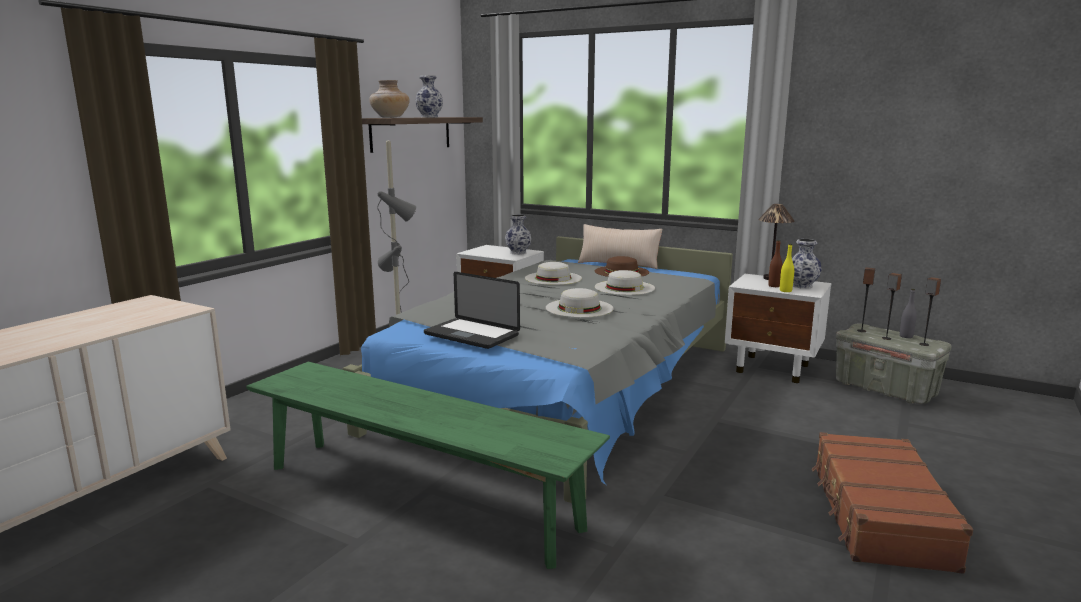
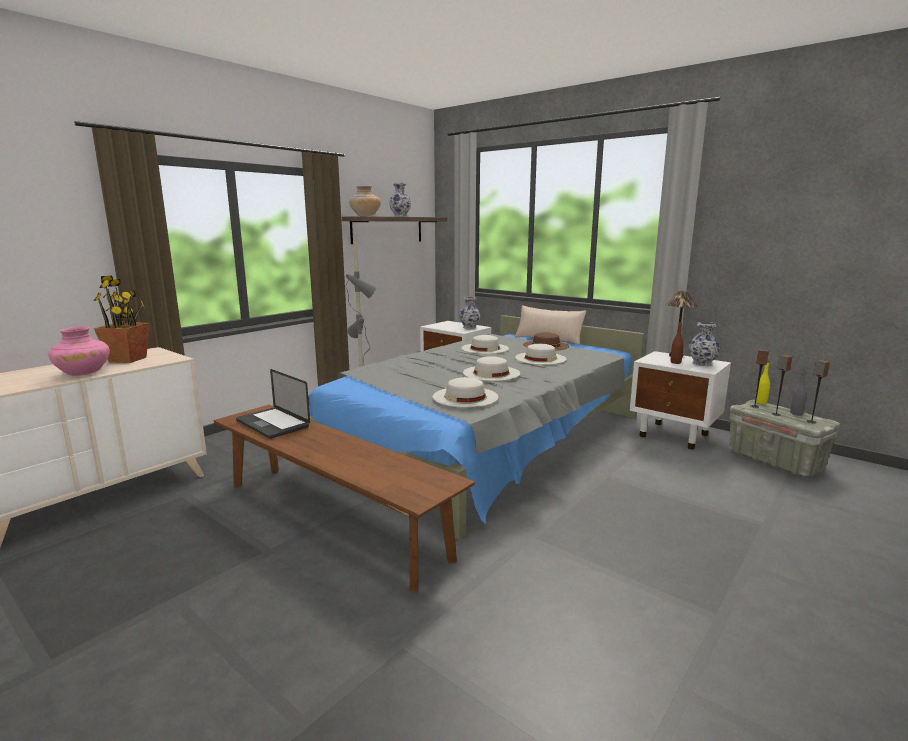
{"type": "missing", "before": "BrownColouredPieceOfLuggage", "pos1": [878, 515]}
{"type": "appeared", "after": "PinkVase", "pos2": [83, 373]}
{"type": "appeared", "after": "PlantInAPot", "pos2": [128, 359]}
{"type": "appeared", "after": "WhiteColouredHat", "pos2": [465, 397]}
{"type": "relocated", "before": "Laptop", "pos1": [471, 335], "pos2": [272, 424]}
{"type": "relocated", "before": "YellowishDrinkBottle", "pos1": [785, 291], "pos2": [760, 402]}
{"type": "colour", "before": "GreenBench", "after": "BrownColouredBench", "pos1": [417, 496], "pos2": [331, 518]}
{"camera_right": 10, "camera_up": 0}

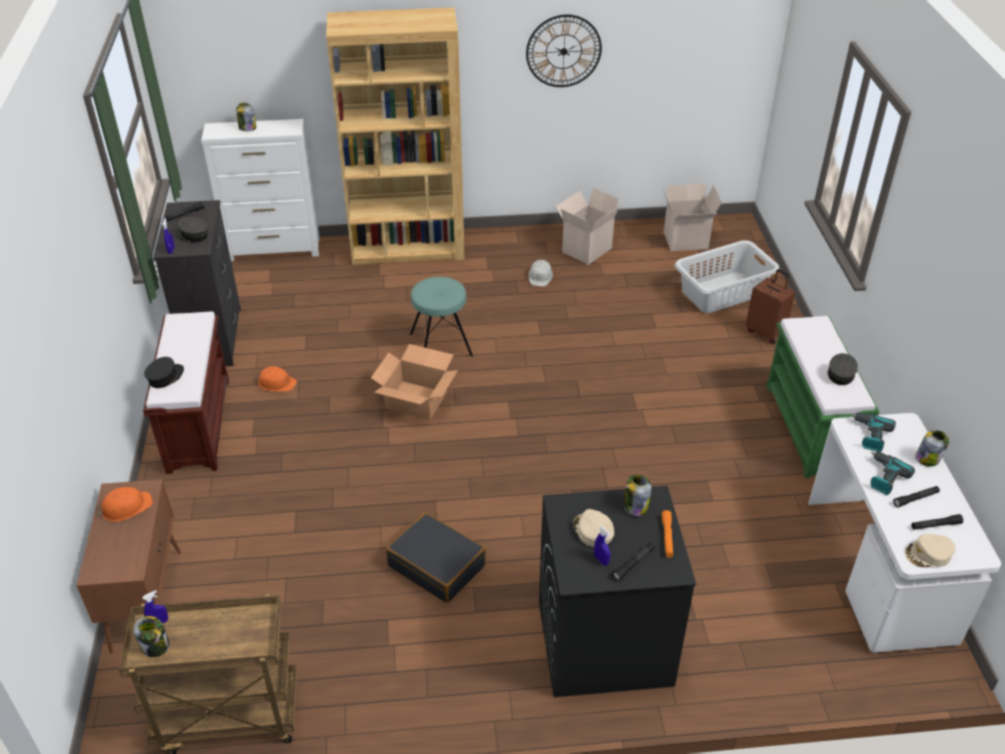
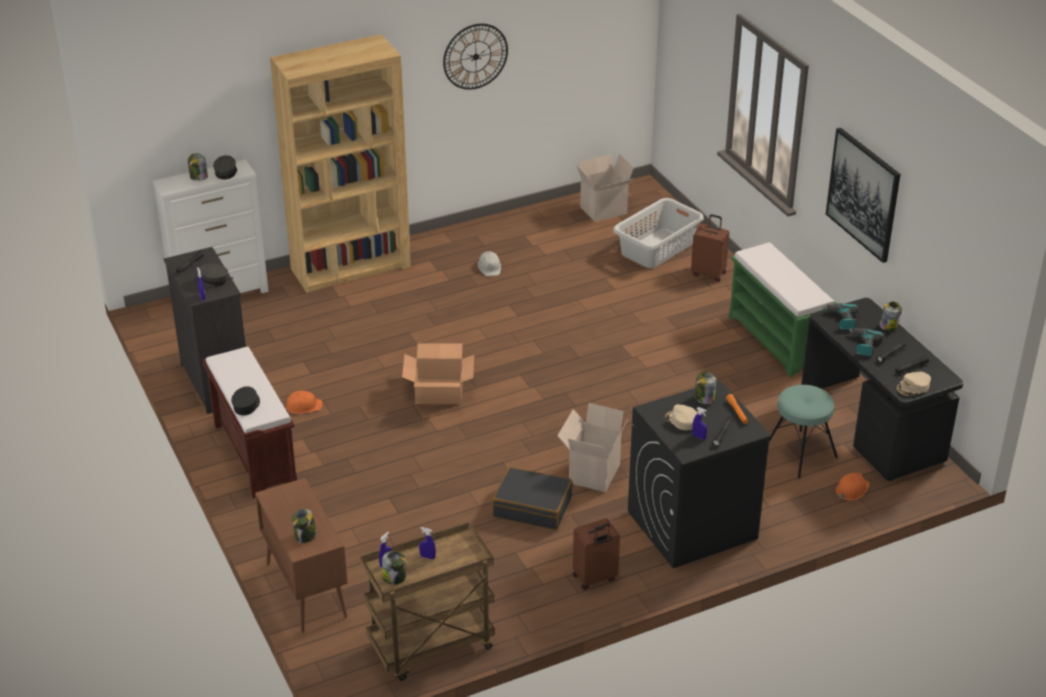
{"type": "appeared", "after": "StorageJar", "pos2": [305, 536]}
{"type": "appeared", "after": "BluishSprayer", "pos2": [427, 557]}
{"type": "appeared", "after": "BrownColouredPieceOfLuggage", "pos2": [595, 578]}
{"type": "appeared", "after": "WallPicture", "pos2": [863, 194]}
{"type": "relocated", "before": "OrangeyHardHat", "pos1": [126, 507], "pos2": [852, 489]}
{"type": "relocated", "before": "TurquoiseColouredStool", "pos1": [441, 345], "pos2": [799, 454]}
{"type": "relocated", "before": "CardboardBox", "pos1": [586, 249], "pos2": [593, 473]}
{"type": "relocated", "before": "GrayCap", "pos1": [840, 374], "pos2": [226, 172]}
{"type": "colour", "before": "WhiteColouredDeskTable", "after": "BlackColouredDeskTable", "pos1": [880, 571], "pos2": [872, 428]}
{"camera_right": -20, "camera_up": -5}

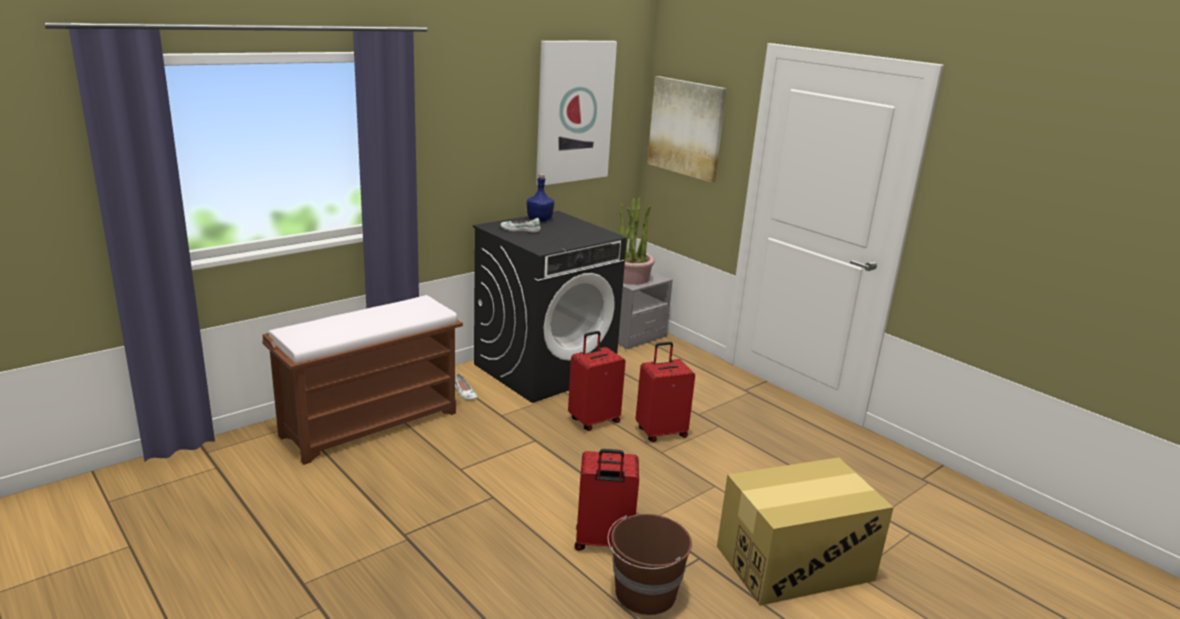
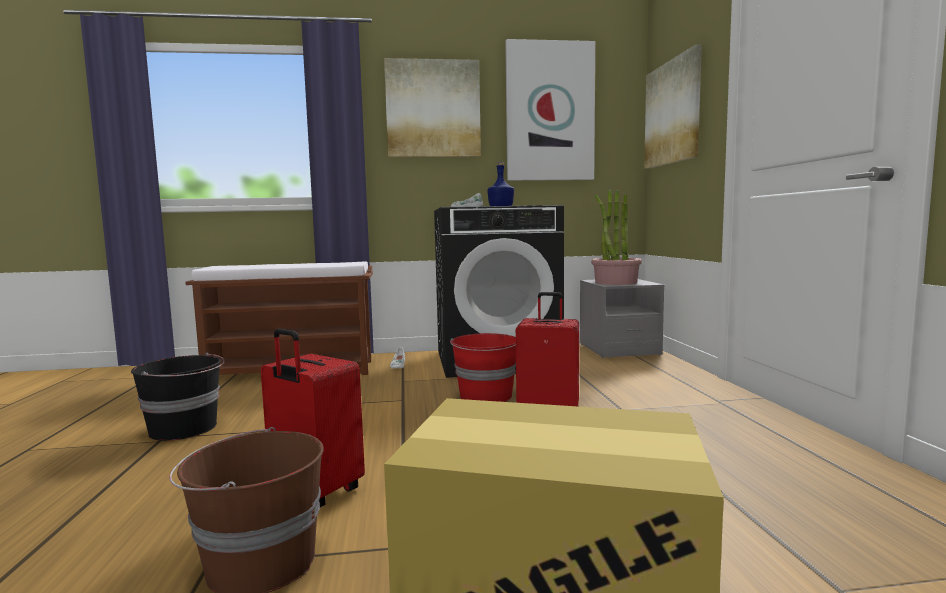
{"type": "appeared", "after": "BlackColouredWaterBucket", "pos2": [185, 428]}
{"type": "appeared", "after": "WallPicture", "pos2": [433, 109]}
{"type": "exchanged", "before": "RedPieceOfLuggage", "after": "RedWaterBucket", "pos1": [593, 420], "pos2": [486, 396]}
{"camera_right": 35, "camera_up": -15}

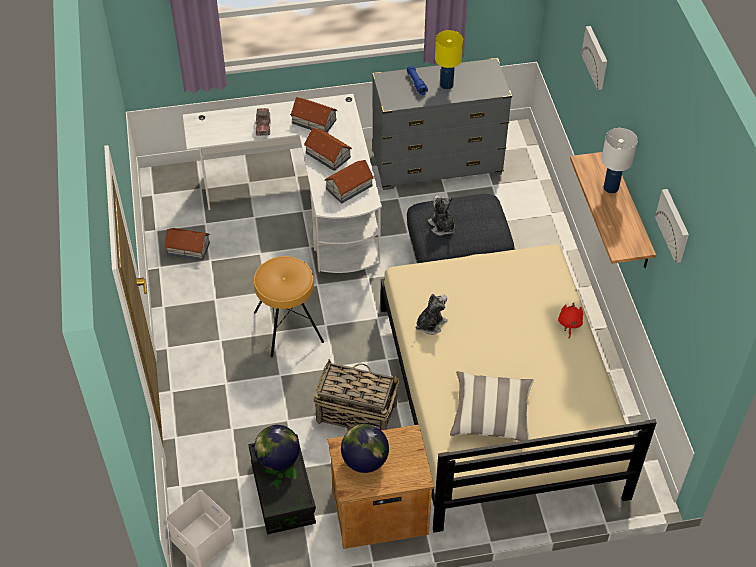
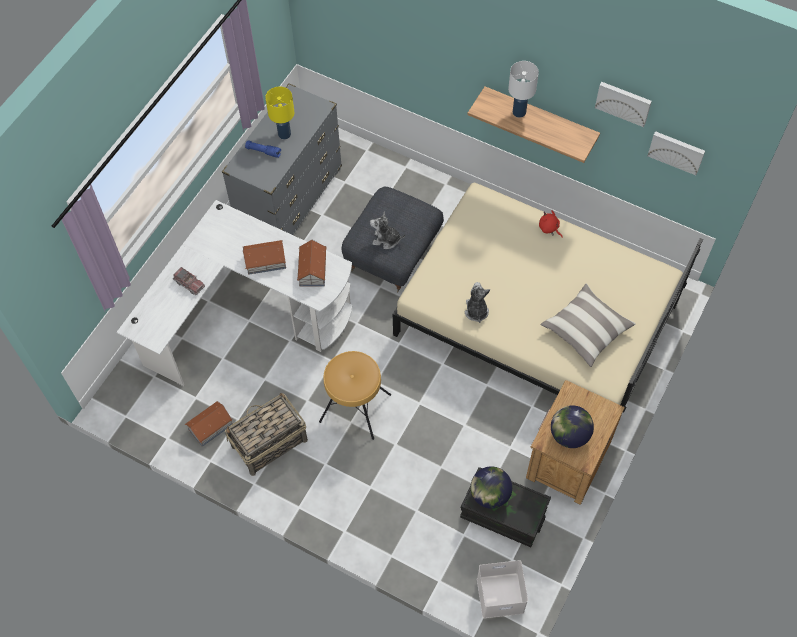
{"type": "missing", "before": "ToyHouse", "pos1": [314, 121]}
{"type": "relocated", "before": "StorageBasket", "pos1": [356, 413], "pos2": [268, 443]}
{"type": "relocated", "before": "WallPicture", "pos1": [596, 57], "pos2": [676, 151]}
{"camera_right": -50, "camera_up": 10}

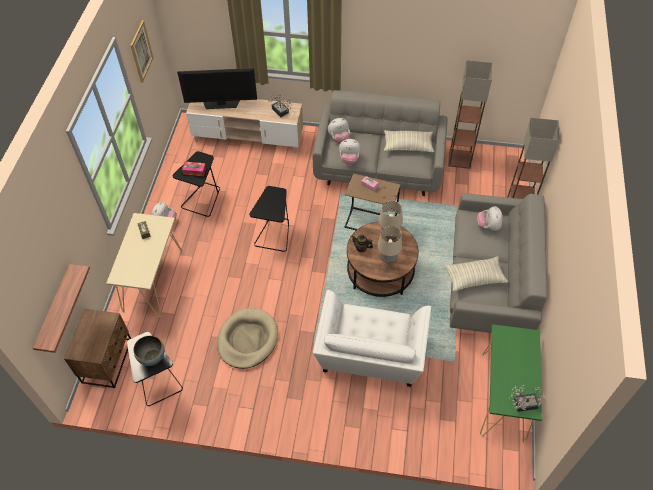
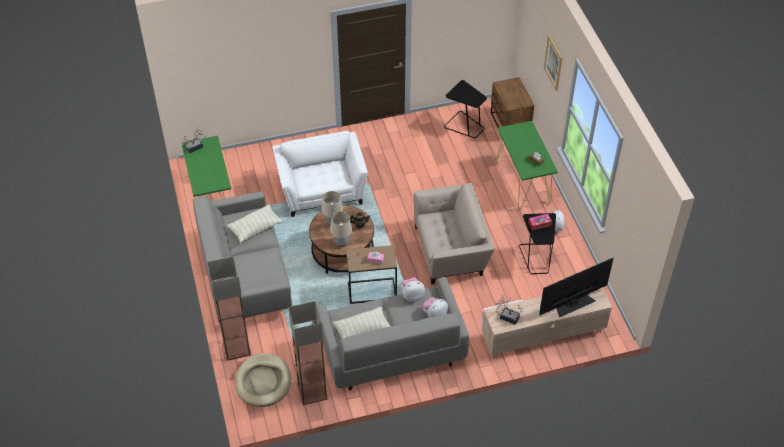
{"type": "missing", "before": "Shelf", "pos1": [55, 310]}
{"type": "missing", "before": "DeepDish", "pos1": [152, 357]}
{"type": "missing", "before": "SoftToy", "pos1": [488, 226]}
{"type": "relocated", "before": "WallPicture", "pos1": [141, 51], "pos2": [553, 63]}
{"type": "relocated", "before": "SandColouredDogBed", "pos1": [247, 339], "pos2": [263, 382]}
{"type": "exchanged", "before": "BlackColouredSideTable", "after": "SandColouredEasyChair", "pos1": [274, 234], "pos2": [451, 250]}
{"type": "colour", "before": "SandColouredHallTable", "after": "GreenHallTable", "pos1": [153, 280], "pos2": [523, 182]}
{"camera_right": 155, "camera_up": -5}

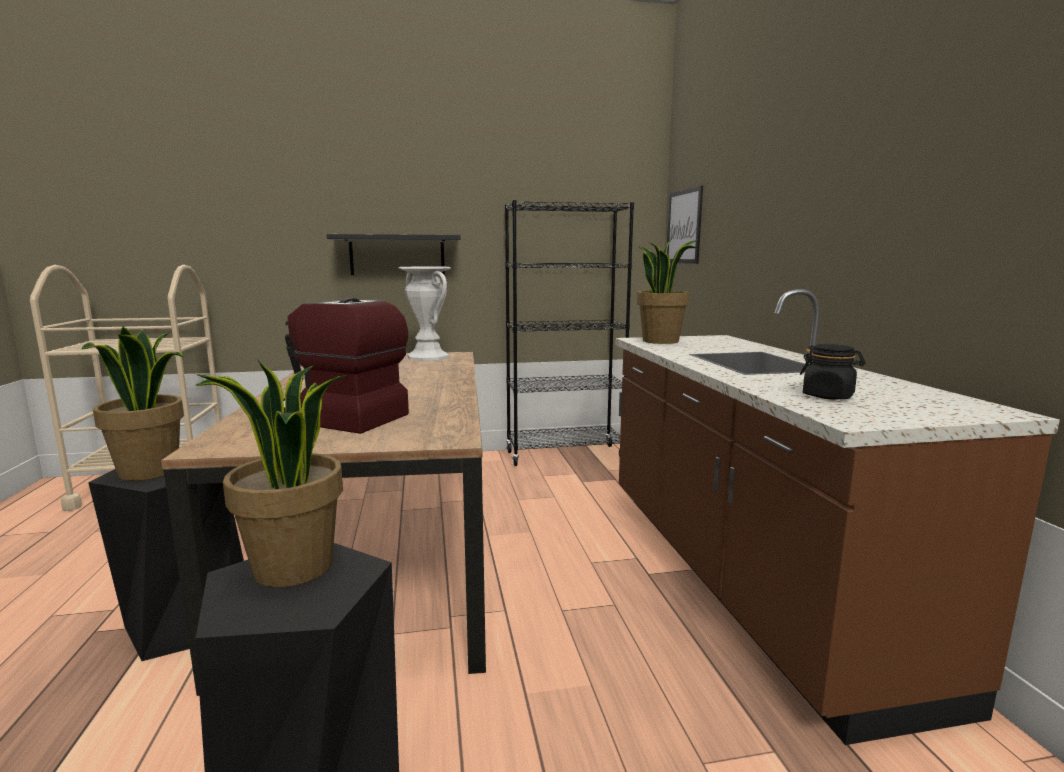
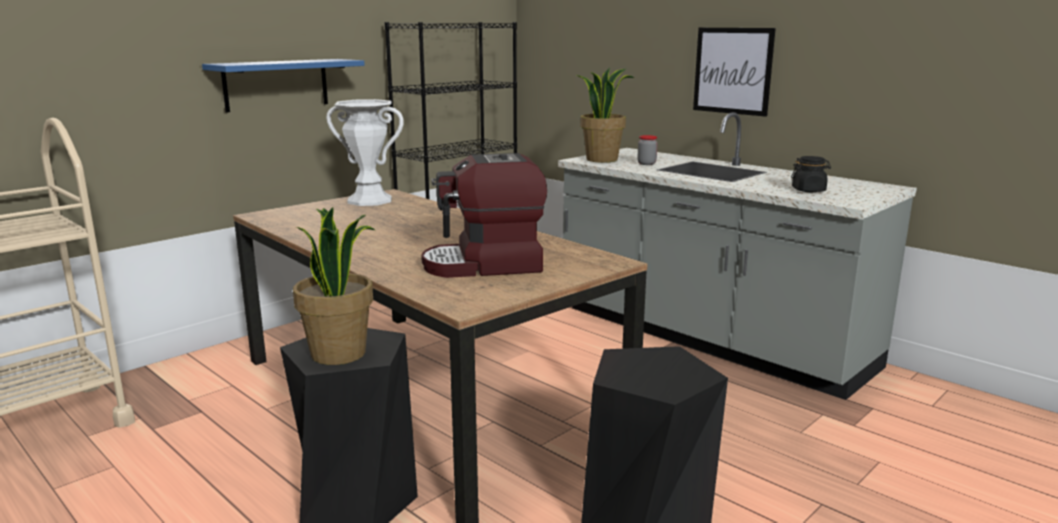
{"type": "missing", "before": "PlantInAPot", "pos1": [293, 568]}
{"type": "appeared", "after": "StorageJar", "pos2": [646, 163]}
{"type": "relocated", "before": "WallPicture", "pos1": [684, 227], "pos2": [732, 71]}
{"type": "colour", "before": "BlackColouredShelf", "after": "BluishShelf", "pos1": [397, 255], "pos2": [276, 84]}
{"type": "colour", "before": "BrownColouredKitchenBaseUnit", "after": "GrayKitchenBaseUnit", "pos1": [744, 578], "pos2": [708, 338]}
{"camera_right": -35, "camera_up": 5}

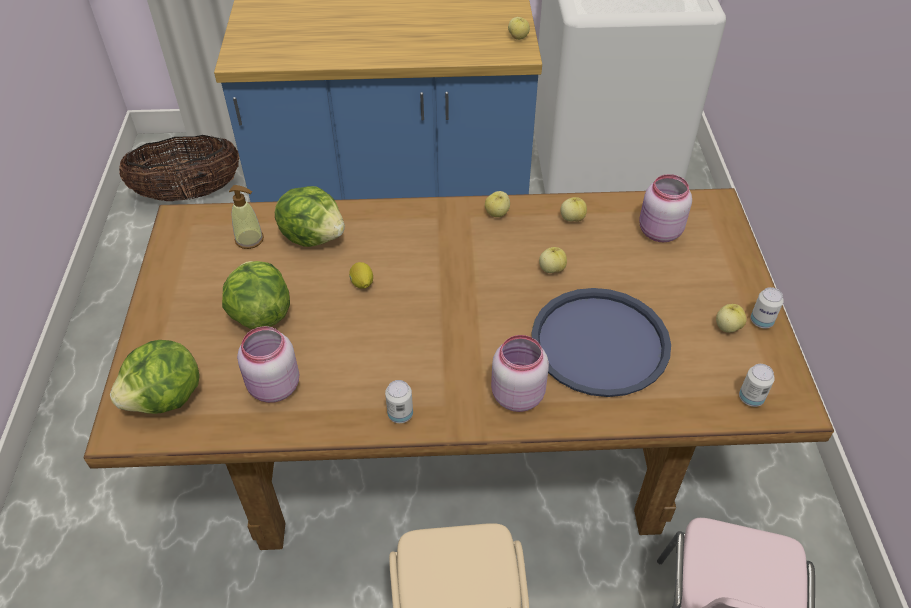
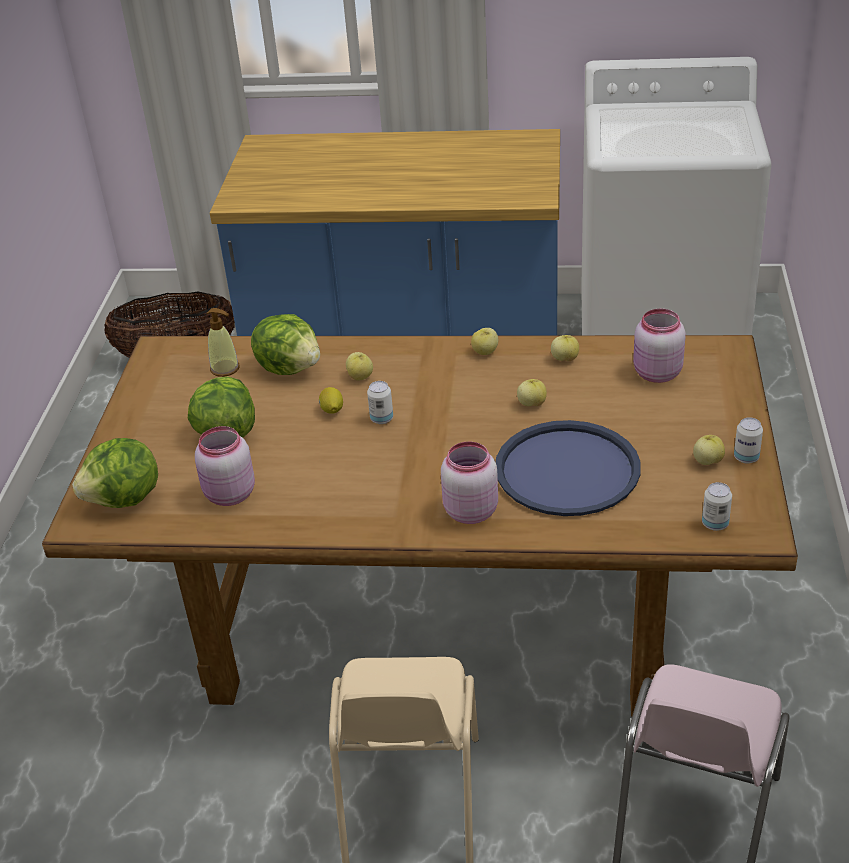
{"type": "relocated", "before": "SealedCan", "pos1": [400, 414], "pos2": [381, 419]}
{"type": "relocated", "before": "AppleFruit", "pos1": [518, 37], "pos2": [360, 377]}
{"camera_right": 10, "camera_up": -10}

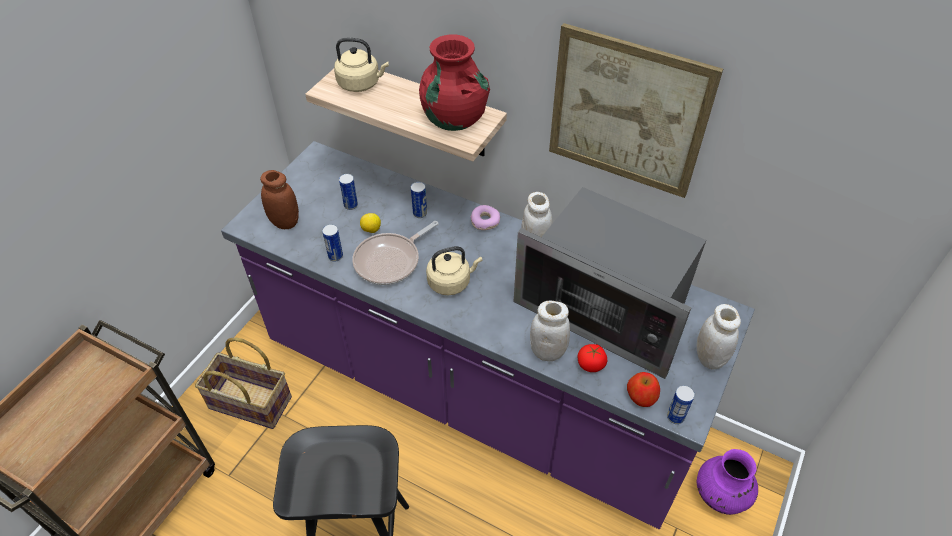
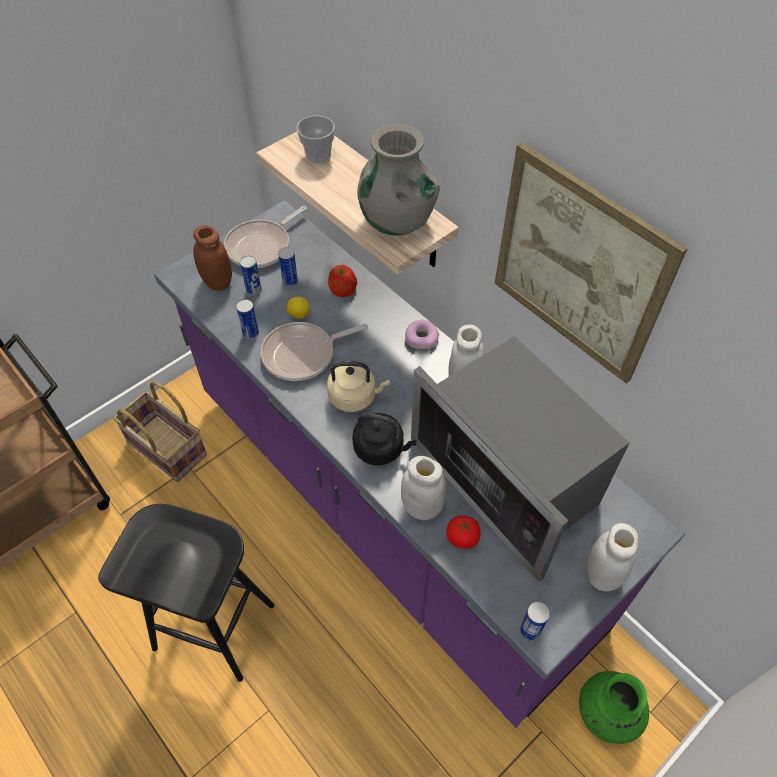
{"type": "appeared", "after": "Pan", "pos2": [262, 246]}
{"type": "appeared", "after": "BlackColouredTeaKettle", "pos2": [381, 449]}
{"type": "relocated", "before": "SealedCan", "pos1": [420, 213], "pos2": [254, 290]}
{"type": "relocated", "before": "AppleFruit", "pos1": [641, 396], "pos2": [343, 289]}
{"type": "exchanged", "before": "SandColouredTeaKettle", "after": "DrinkingCup", "pos1": [361, 84], "pos2": [318, 155]}
{"type": "colour", "before": "RedVase", "after": "GrayVase", "pos1": [454, 119], "pos2": [396, 221]}
{"type": "colour", "before": "PurpleVase", "after": "GreenVase", "pos1": [720, 496], "pos2": [606, 714]}
{"camera_right": 20, "camera_up": 5}

